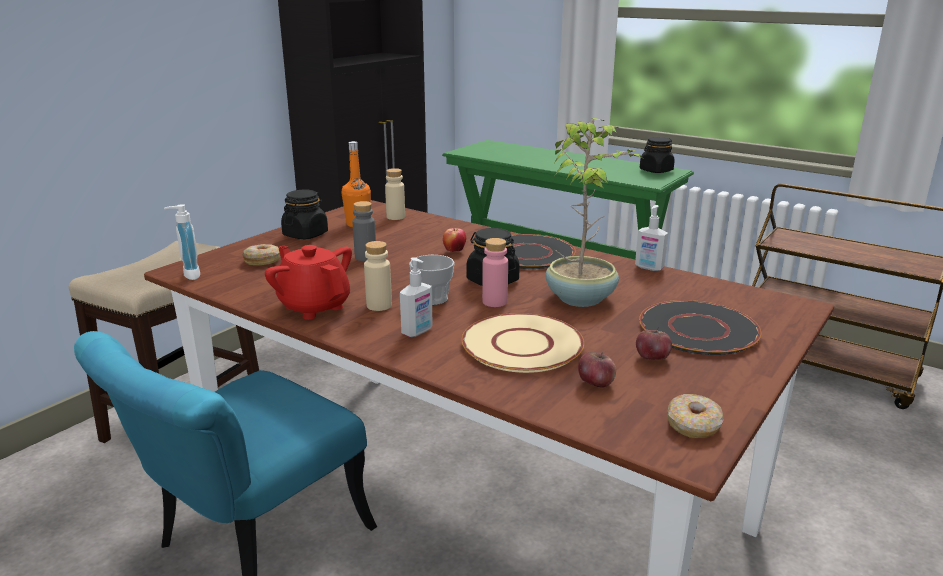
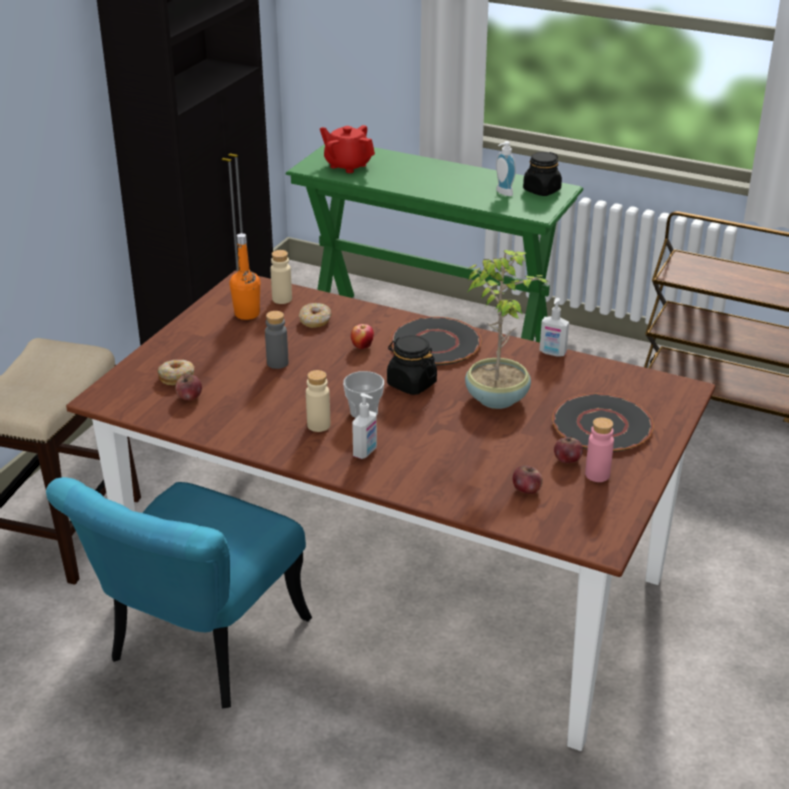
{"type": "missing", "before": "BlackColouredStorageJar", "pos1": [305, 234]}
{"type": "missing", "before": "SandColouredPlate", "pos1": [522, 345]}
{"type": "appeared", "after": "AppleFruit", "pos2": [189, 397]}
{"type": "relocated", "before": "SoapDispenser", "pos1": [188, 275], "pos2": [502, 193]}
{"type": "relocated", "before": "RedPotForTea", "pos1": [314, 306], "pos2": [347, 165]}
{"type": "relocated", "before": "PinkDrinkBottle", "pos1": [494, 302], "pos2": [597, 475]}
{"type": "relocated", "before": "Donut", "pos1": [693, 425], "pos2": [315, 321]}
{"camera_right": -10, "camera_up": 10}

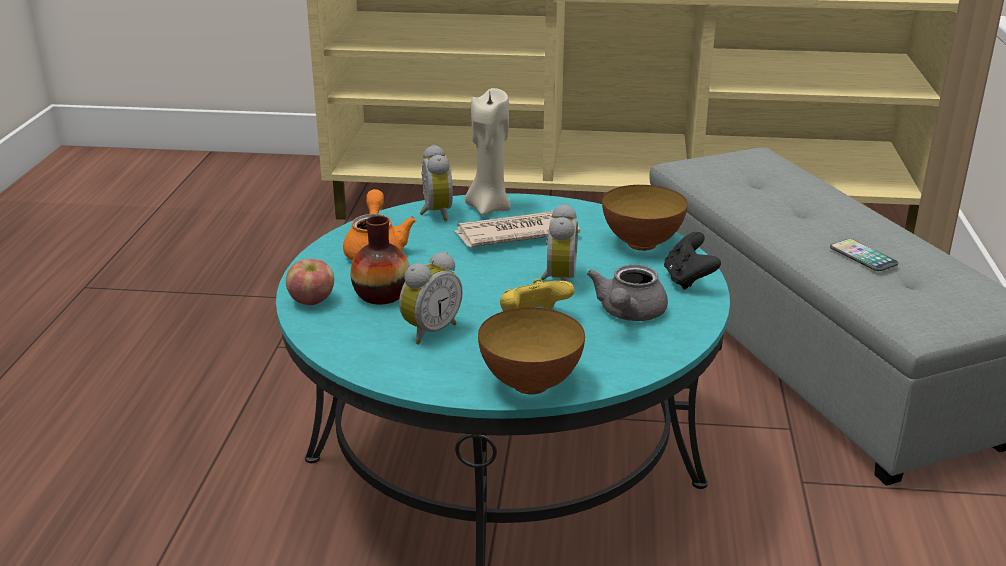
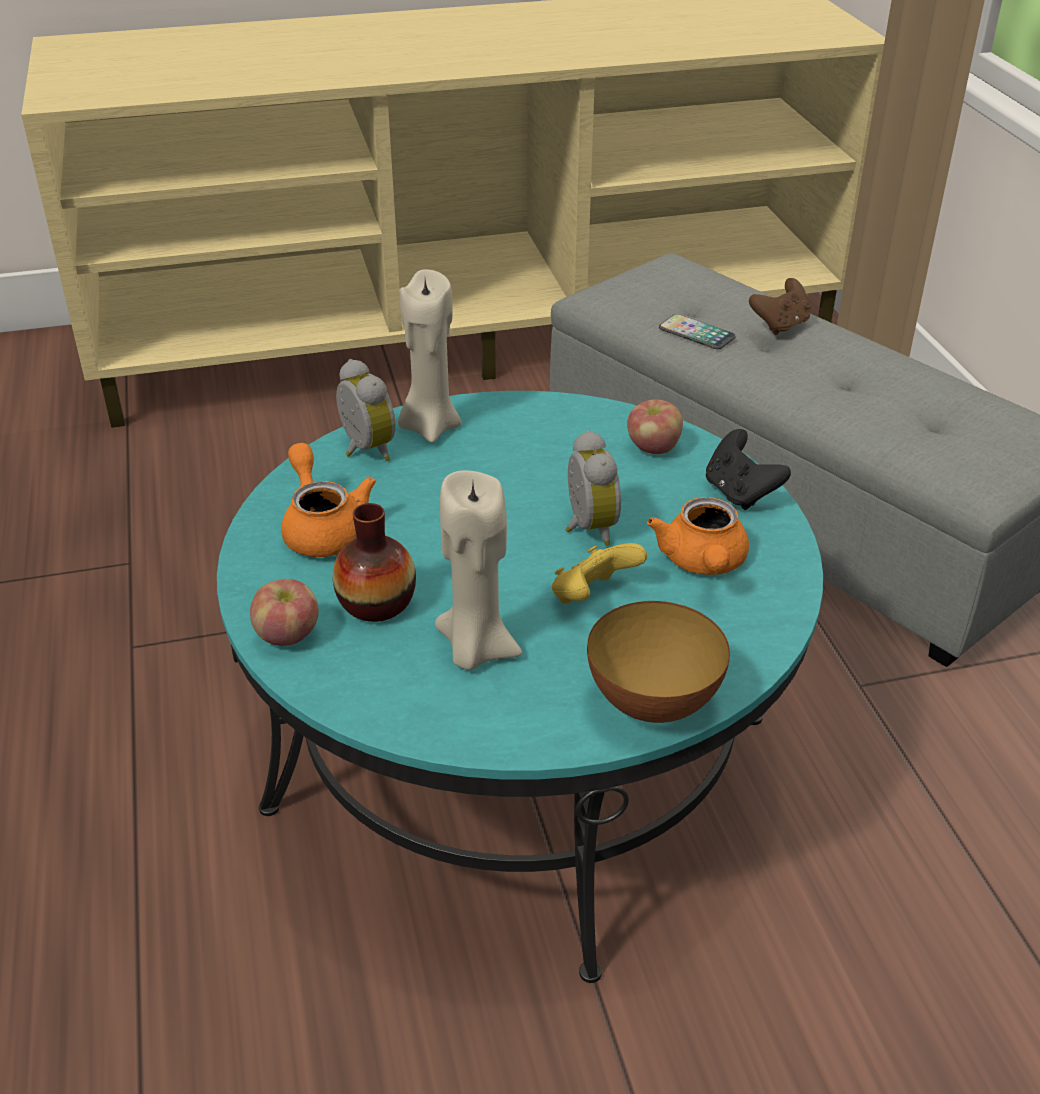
{"type": "missing", "before": "PrintedPaper", "pos1": [514, 233]}
{"type": "appeared", "after": "BrownColouredGameController", "pos2": [780, 325]}
{"type": "relocated", "before": "Telephone", "pos1": [863, 256], "pos2": [696, 333]}
{"type": "exchanged", "before": "TableClock", "after": "SandColouredCandle", "pos1": [429, 331], "pos2": [475, 649]}
{"type": "exchanged", "before": "DeepDish", "after": "AppleFruit", "pos1": [641, 244], "pos2": [653, 448]}
{"type": "colour", "before": "GrayPotForTea", "after": "OrangeyPotForTea", "pos1": [628, 314], "pos2": [703, 563]}
{"camera_right": -20, "camera_up": 10}

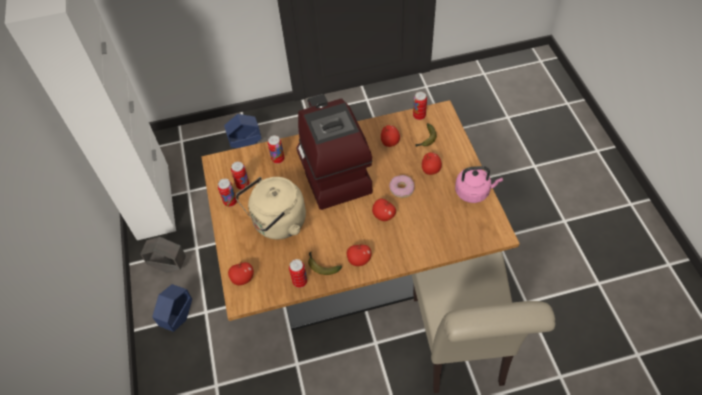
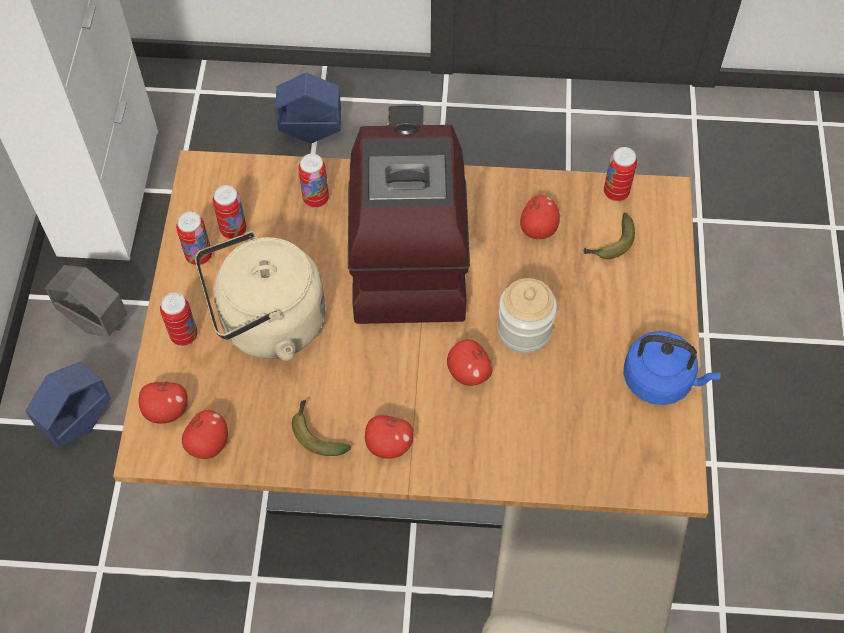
{"type": "relocated", "before": "SealedCan", "pos1": [300, 281], "pos2": [184, 335]}
{"type": "relocated", "before": "AppleFruit", "pos1": [430, 170], "pos2": [208, 444]}
{"type": "exchanged", "before": "Donut", "after": "StorageJar", "pos1": [402, 189], "pos2": [524, 330]}
{"type": "colour", "before": "PinkTeaKettle", "after": "BluishTeaKettle", "pos1": [474, 192], "pos2": [661, 380]}
{"camera_right": 15, "camera_up": 5}

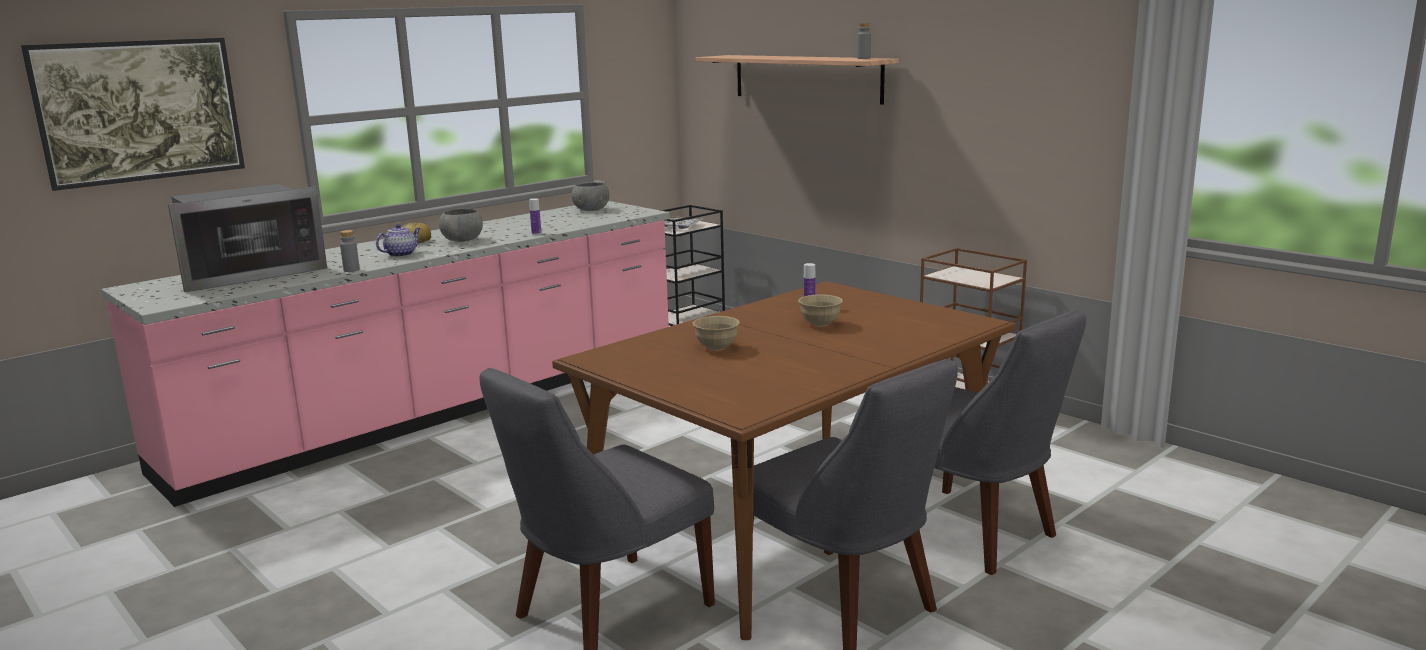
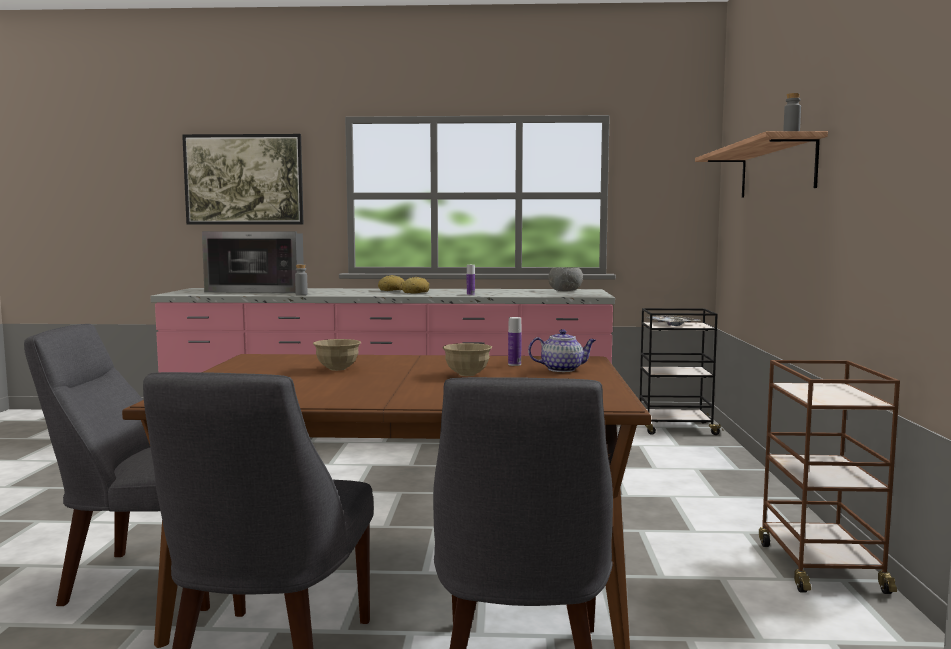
{"type": "relocated", "before": "PotForTea", "pos1": [401, 254], "pos2": [562, 369]}
{"type": "exchanged", "before": "GrayDeepDish", "after": "Bread", "pos1": [462, 240], "pos2": [415, 292]}
{"camera_right": 45, "camera_up": -10}

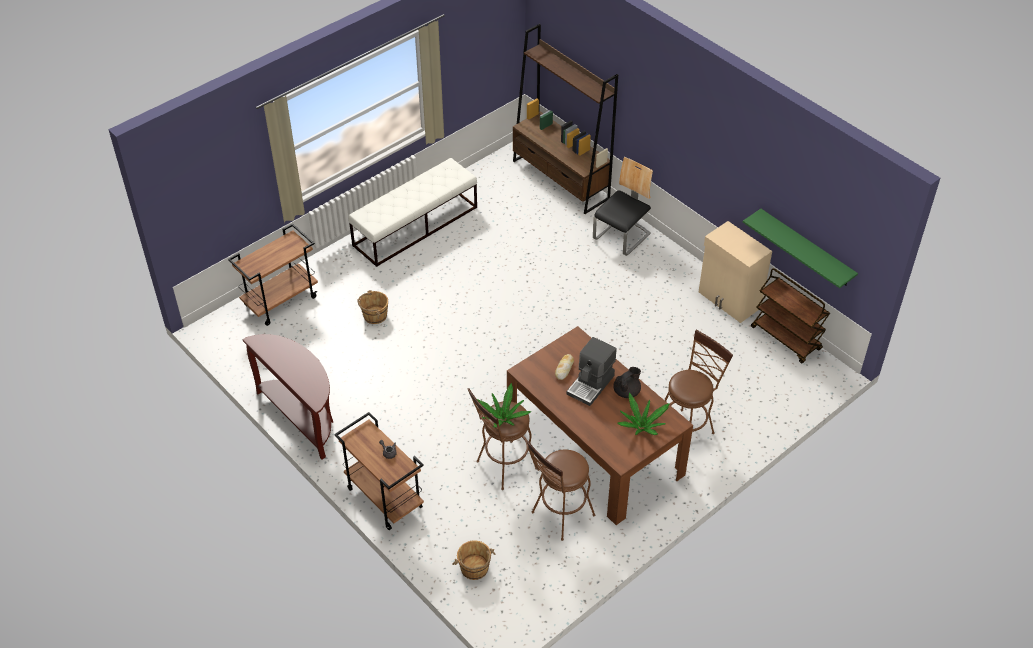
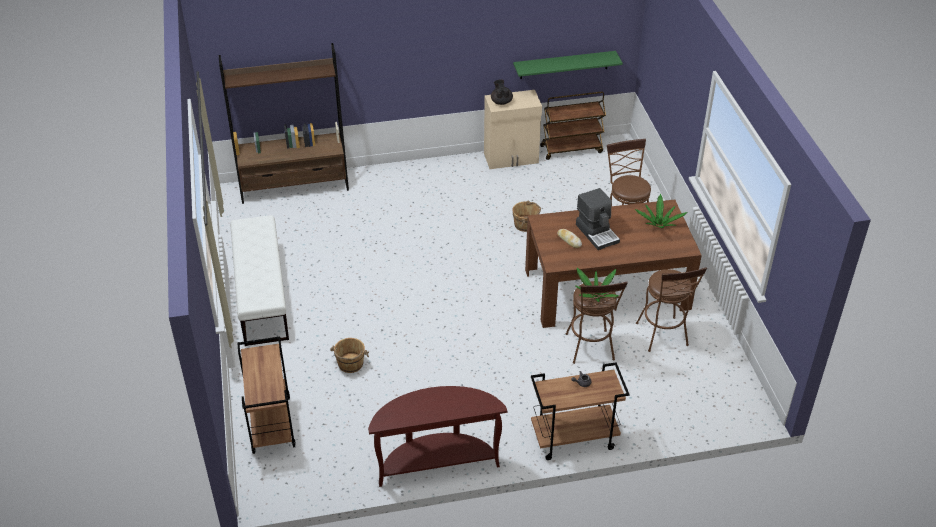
{"type": "missing", "before": "Chair", "pos1": [622, 237]}
{"type": "relocated", "before": "BrownColouredWaterBucket", "pos1": [474, 568], "pos2": [525, 225]}
{"type": "relocated", "before": "BlackColouredPotForTea", "pos1": [627, 391], "pos2": [501, 102]}
{"camera_right": -60, "camera_up": -5}

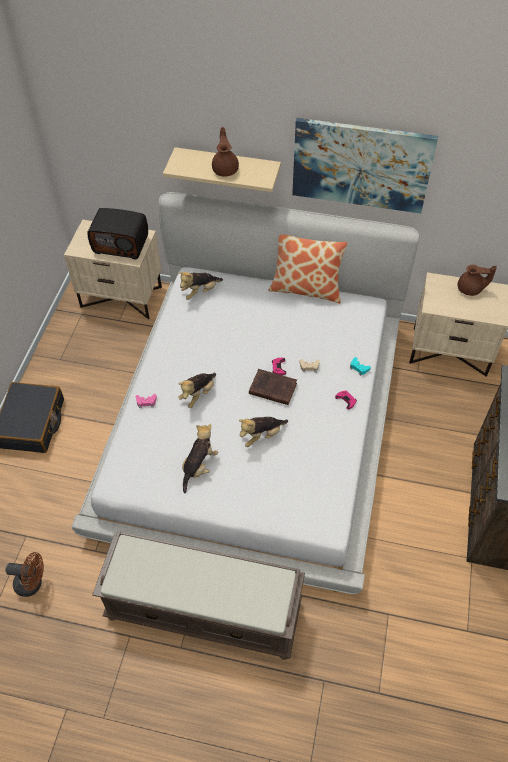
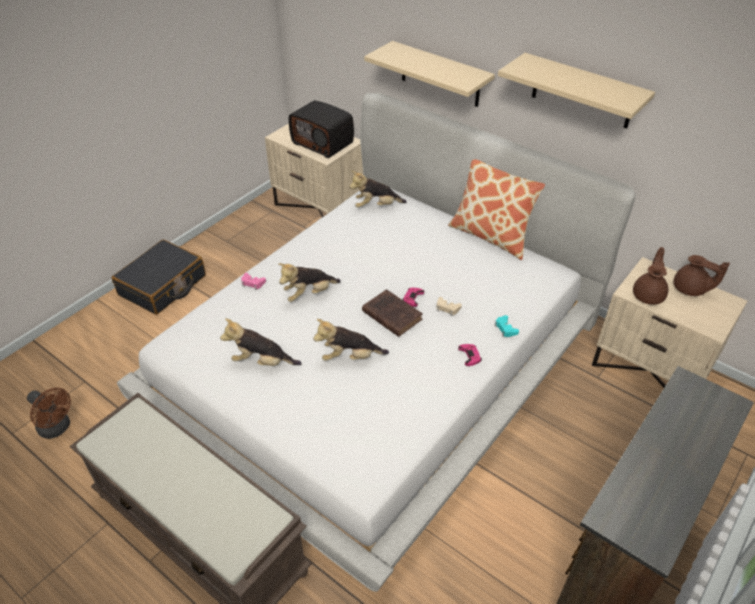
{"type": "relocated", "before": "BrownColouredPotForTea", "pos1": [225, 169], "pos2": [648, 295]}
{"type": "exchanged", "before": "WallPicture", "after": "SandColouredShelf", "pos1": [361, 165], "pos2": [582, 91]}
{"type": "spun", "before": "SoftToy", "pos1": [199, 466], "pos2": [262, 362], "turn": -135}
{"camera_right": 25, "camera_up": -10}

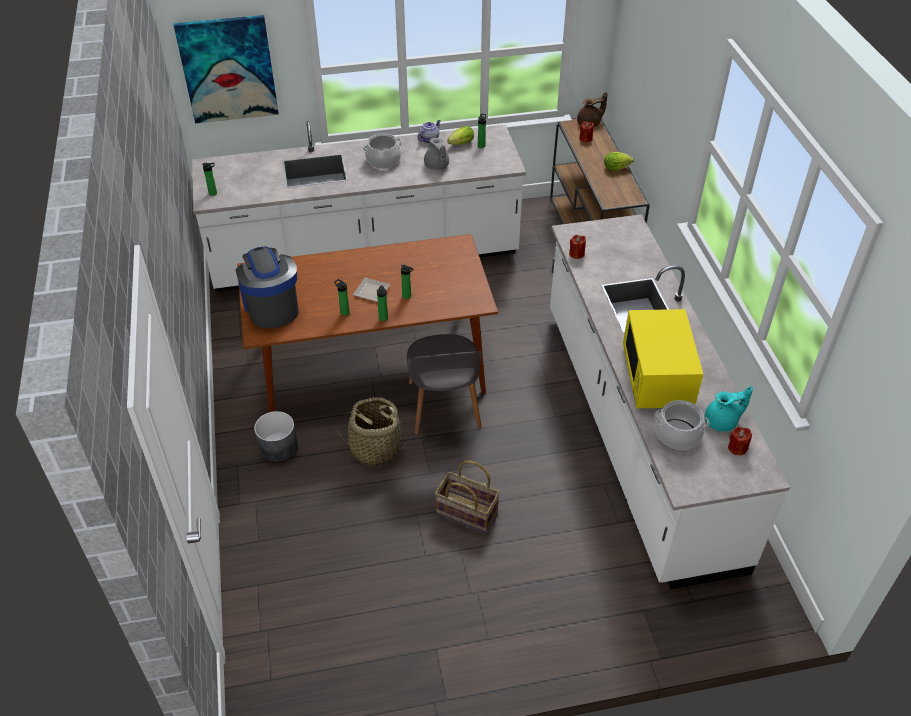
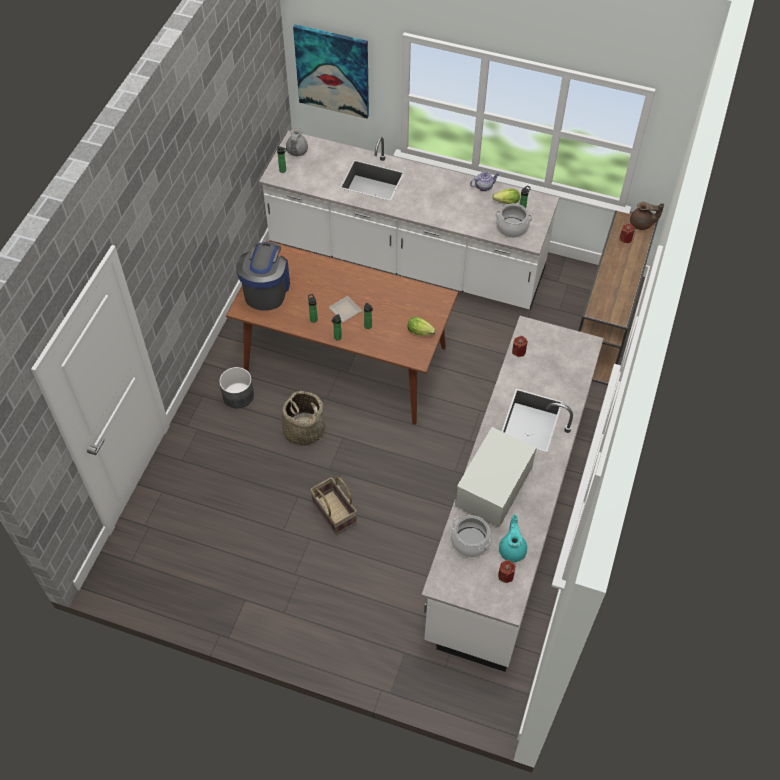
{"type": "missing", "before": "GrayChair", "pos1": [444, 407]}
{"type": "relocated", "before": "Saucepot", "pos1": [383, 160], "pos2": [512, 227]}
{"type": "relocated", "before": "GrayPotForTea", "pos1": [437, 166], "pos2": [296, 151]}
{"type": "relocated", "before": "HeadOfLettuce", "pos1": [618, 168], "pos2": [421, 332]}
{"type": "colour", "before": "YellowishMicrowaveOven", "after": "WhiteColouredMicrowaveOven", "pos1": [657, 378], "pos2": [493, 489]}
{"type": "spun", "before": "TurquoiseColouredPotForTea", "pos1": [722, 422], "pos2": [512, 549], "turn": -105}
{"camera_right": 30, "camera_up": 10}

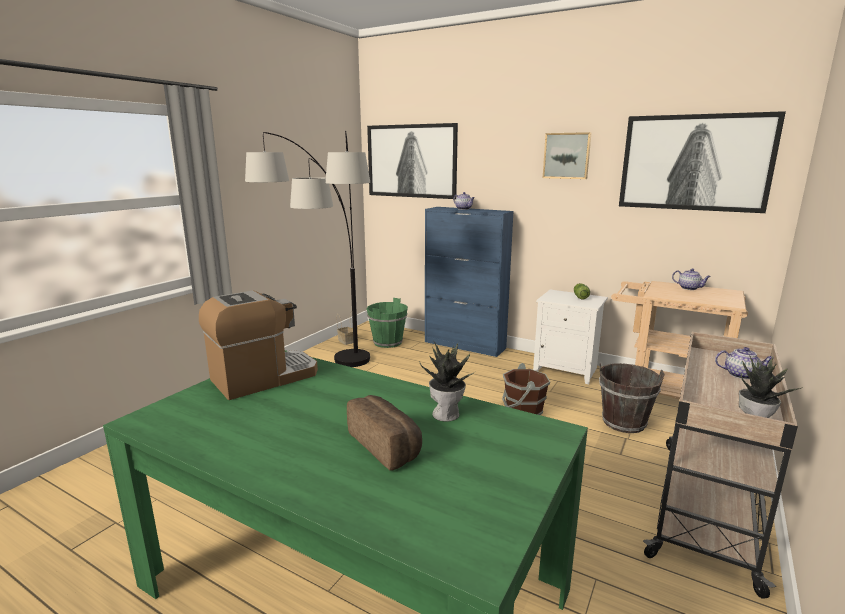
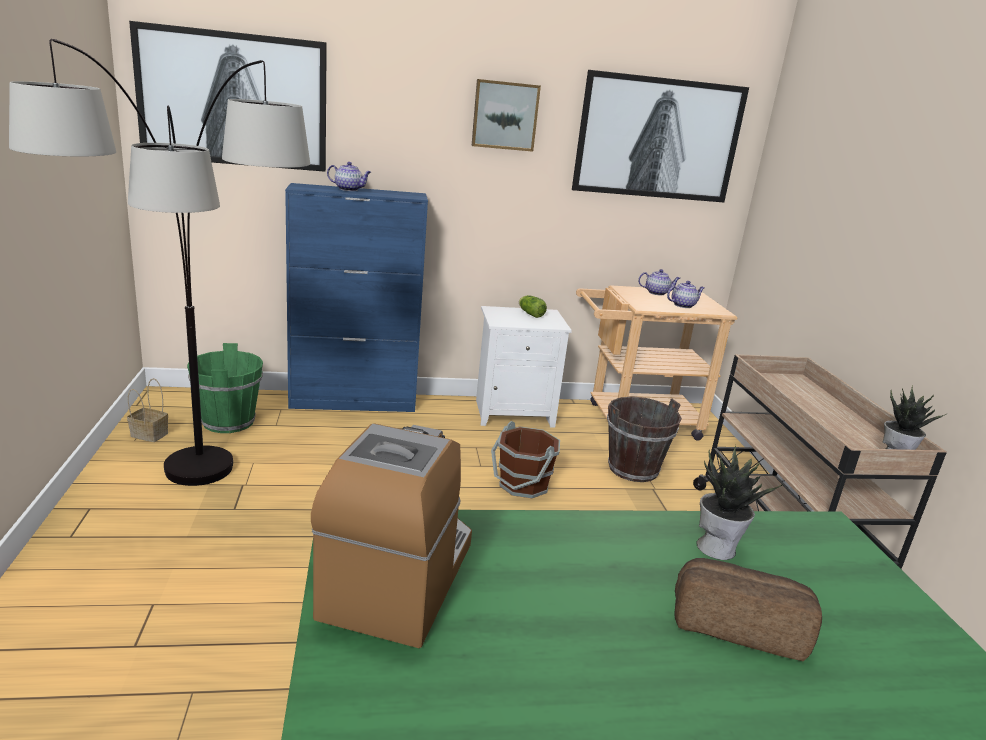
{"type": "relocated", "before": "PotForTea", "pos1": [741, 375], "pos2": [683, 305]}
{"camera_right": -40, "camera_up": 5}

